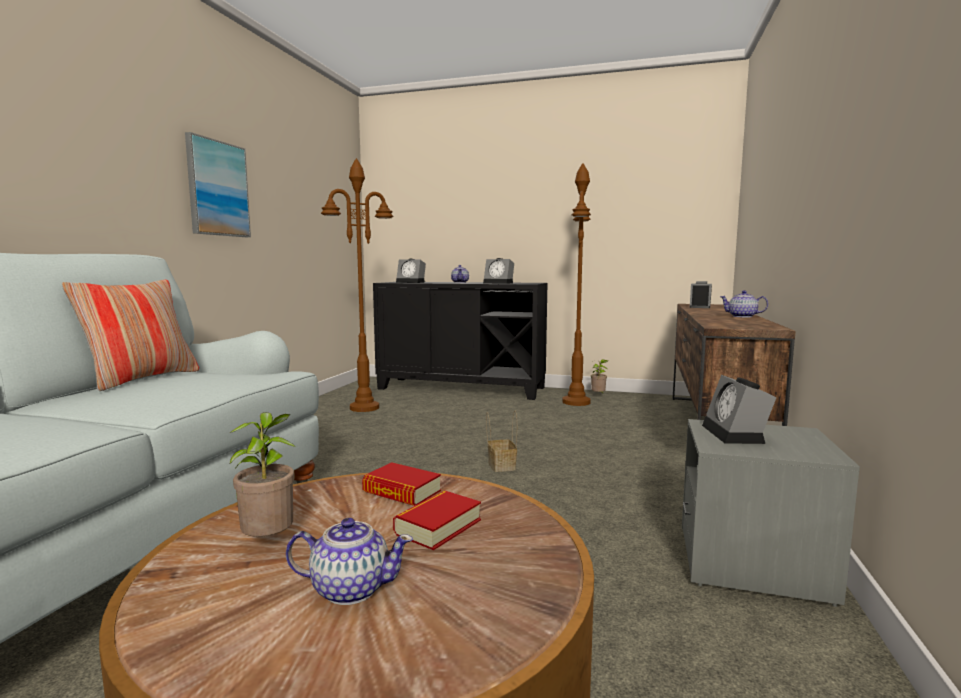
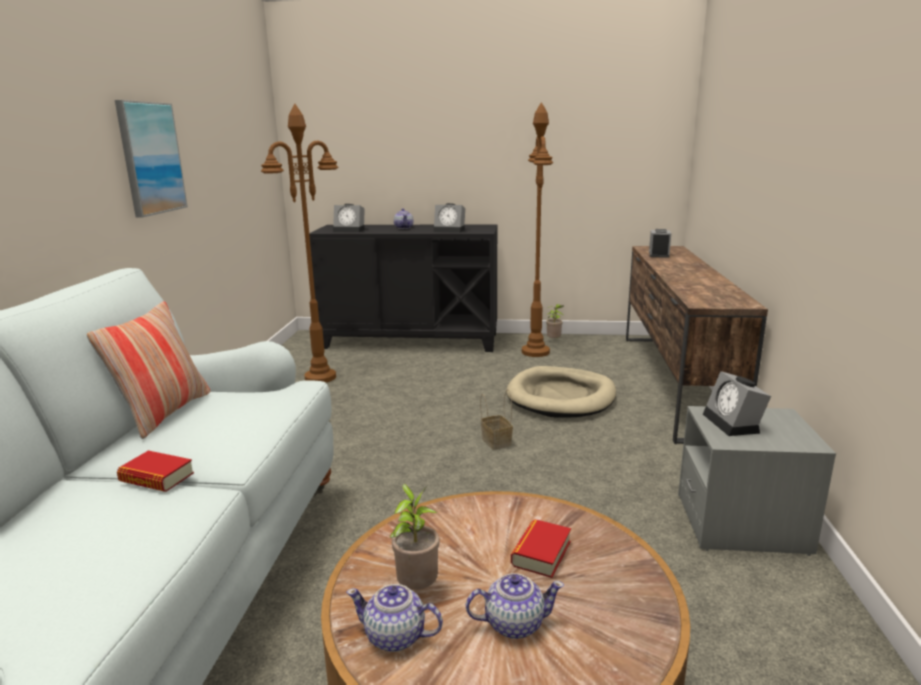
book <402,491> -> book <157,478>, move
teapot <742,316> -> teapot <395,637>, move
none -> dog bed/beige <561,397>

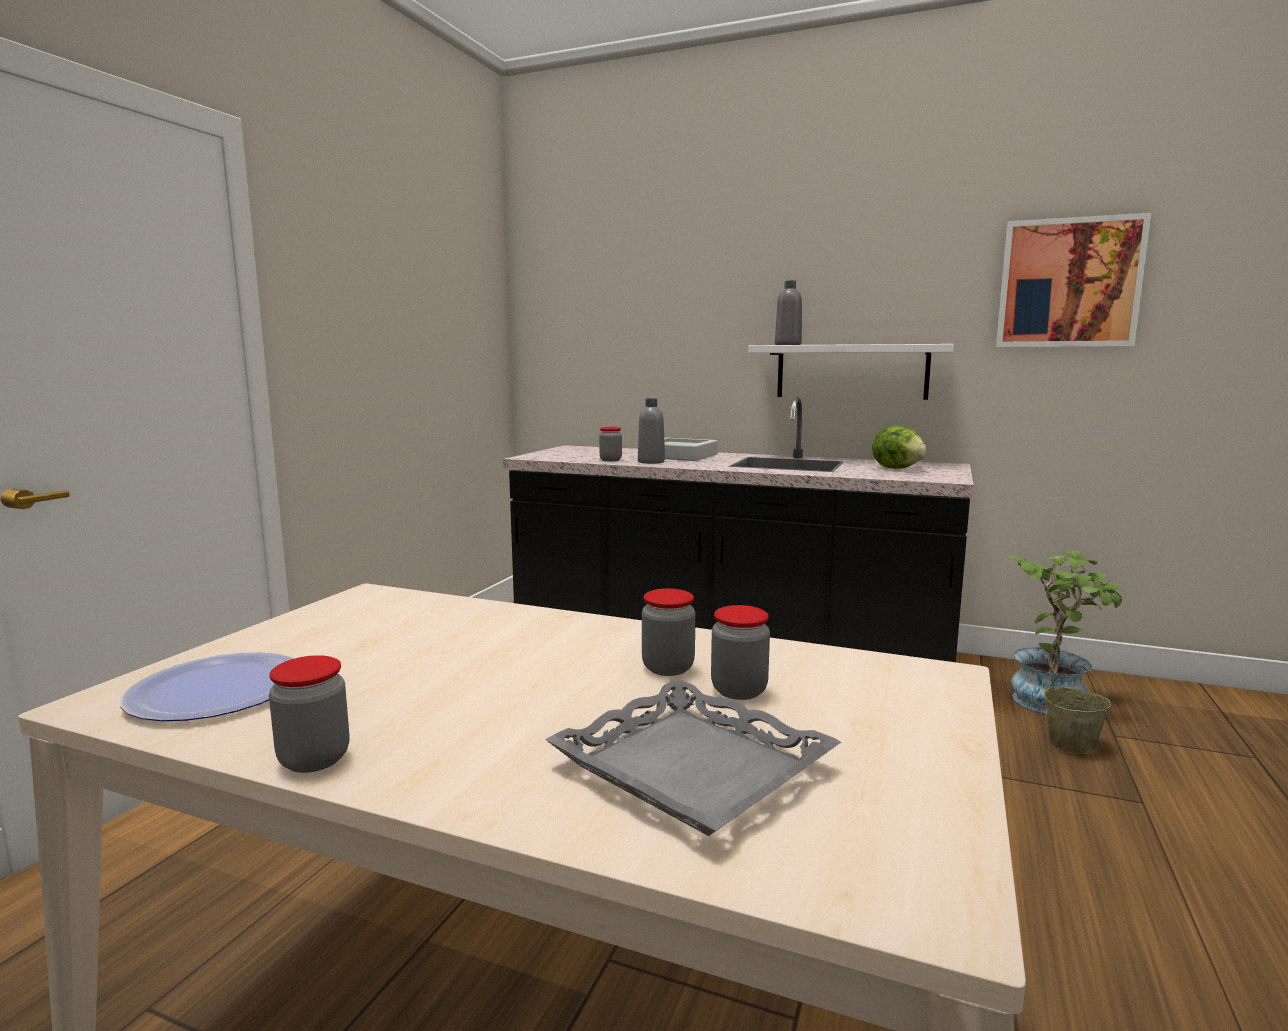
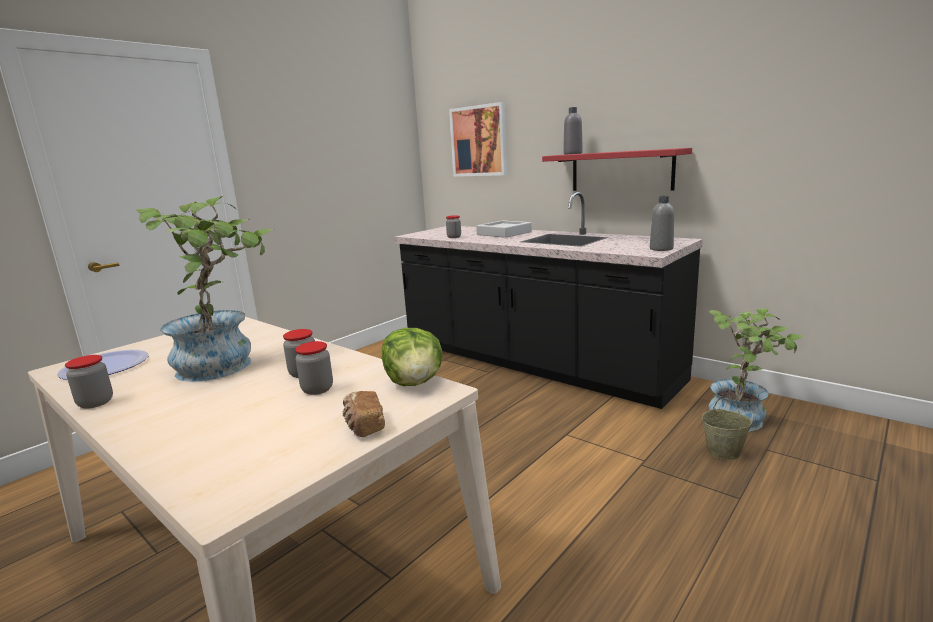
tray/grey <690,768> -> none
bottle/grey <651,462> -> bottle/grey <661,249>, move
shelf/white <851,372> -> shelf/red <621,171>
lettuce <898,468> -> lettuce <415,382>, move
picture <1069,283> -> picture <479,141>, move
none -> potted plant <226,363>
none -> bread <363,426>

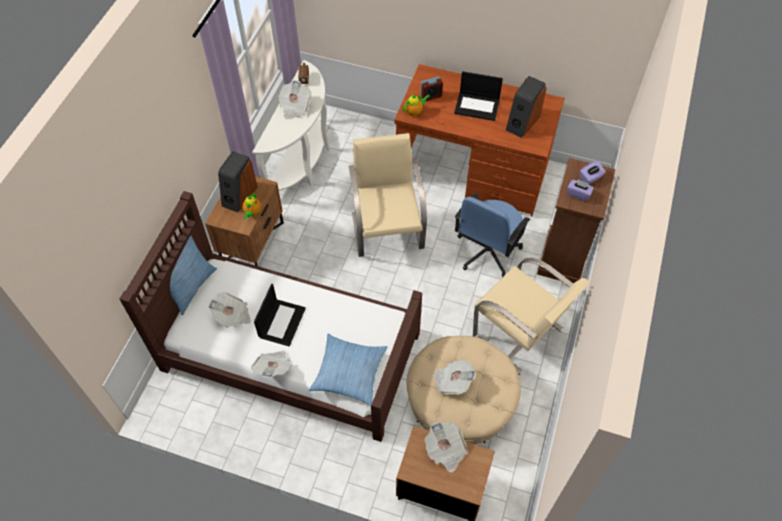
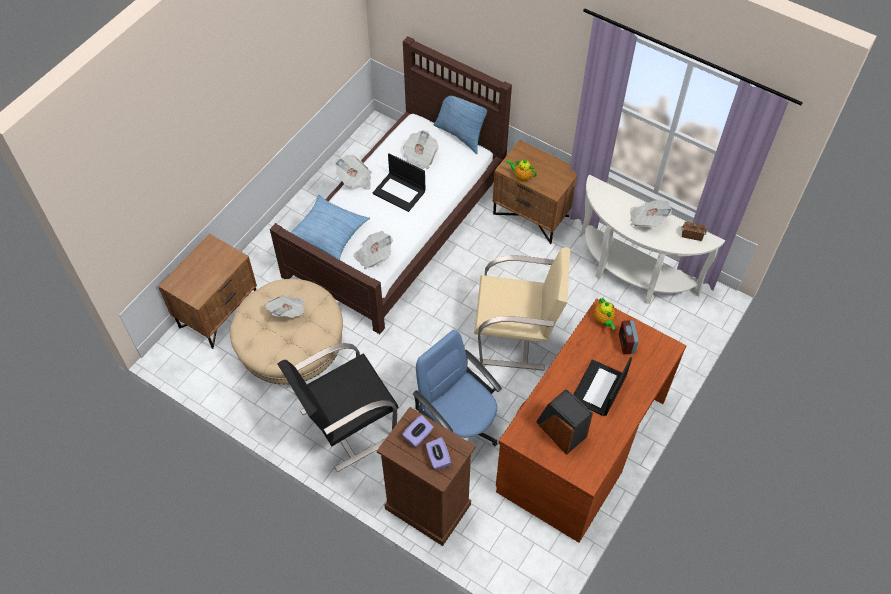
speaker <239,196> -> none
newspaper <445,450> -> newspaper <373,256>, move
armchair/beige <519,334> -> armchair/black <346,425>

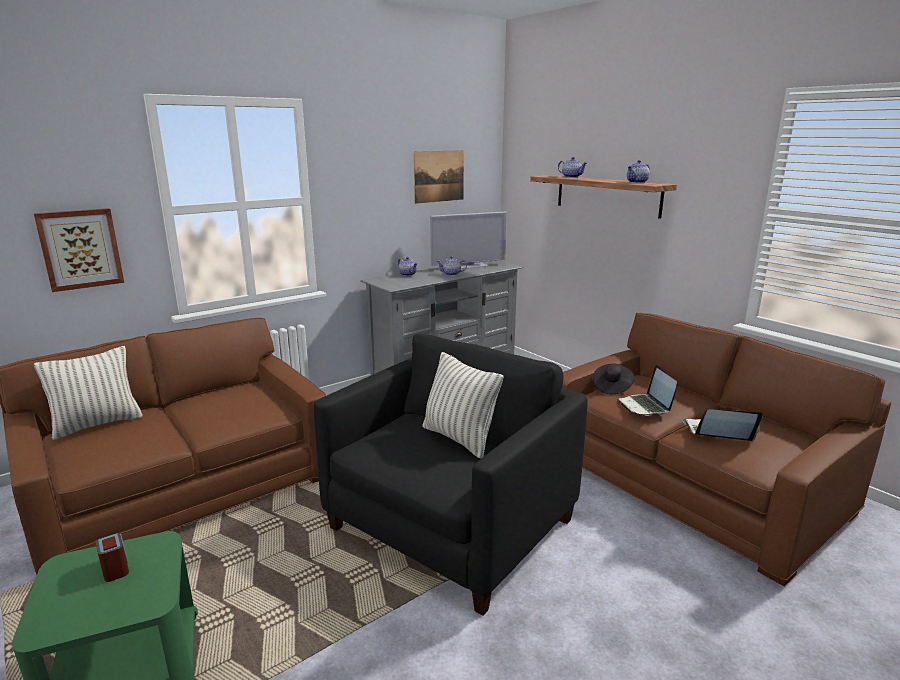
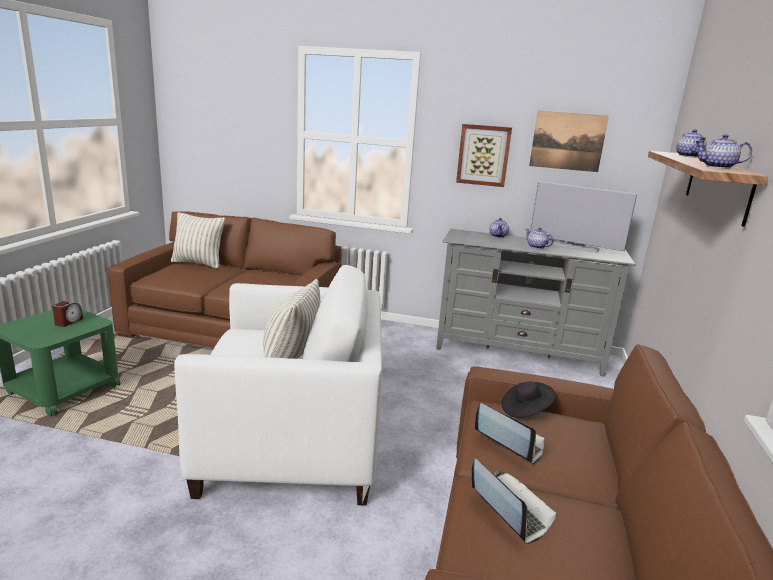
picture <80,249> -> picture <483,155>, move
armchair/black <451,525> -> armchair/white <292,441>
laptop <645,406> -> laptop <509,441>, 90 degrees clockwise

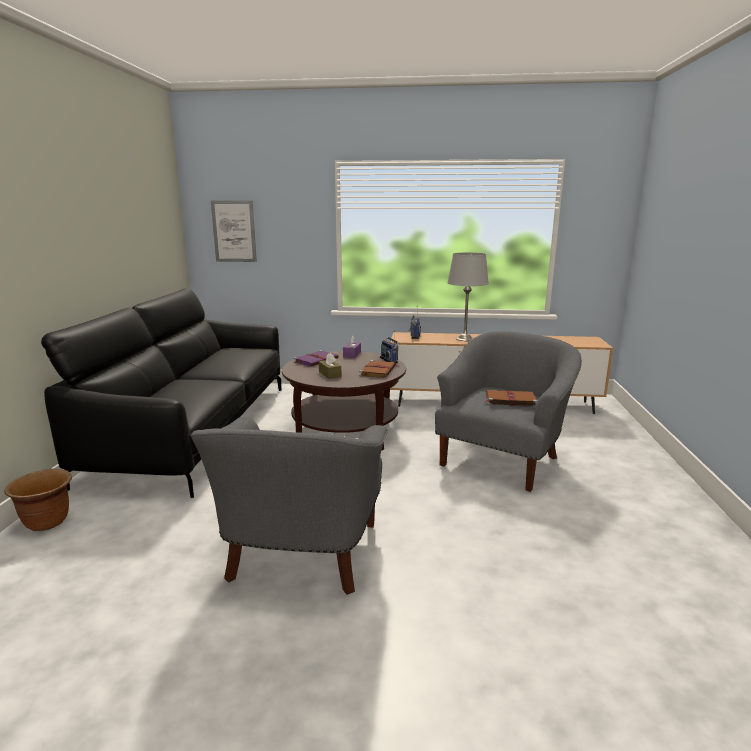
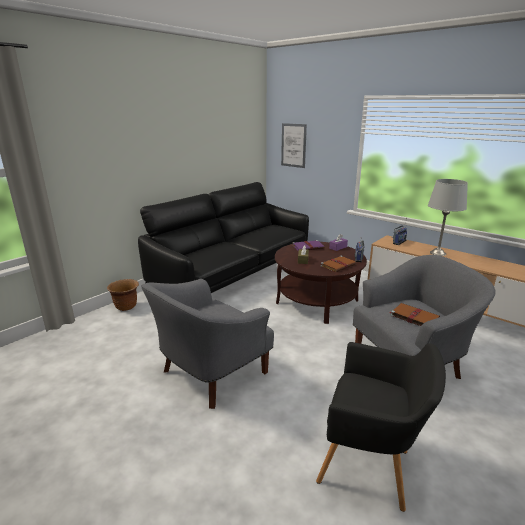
none -> armchair/black <369,468>

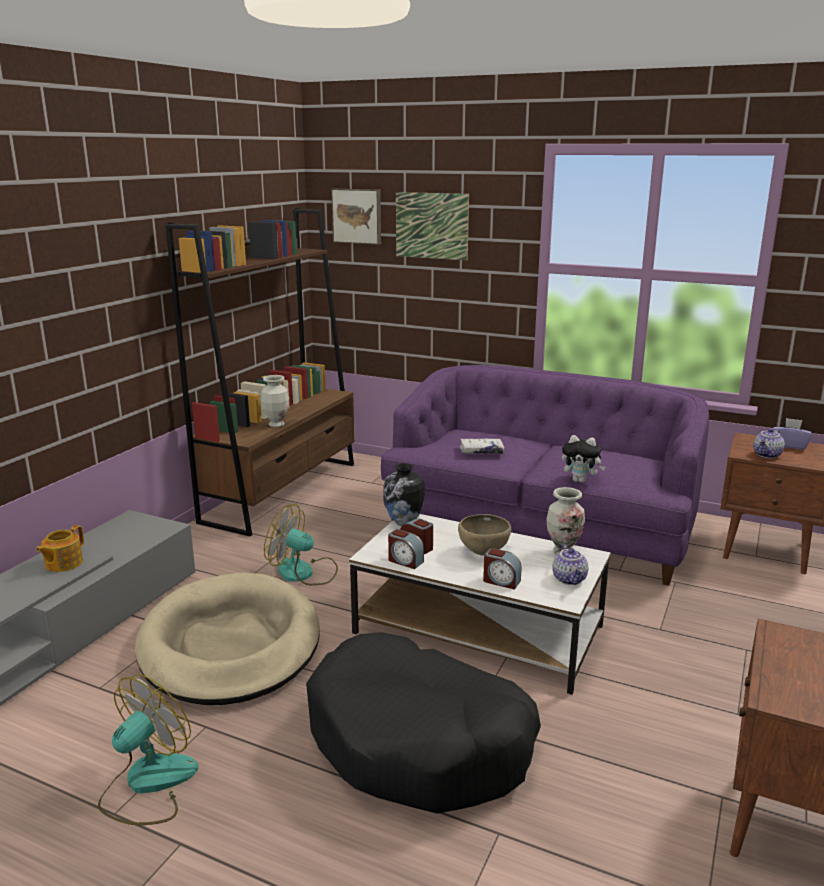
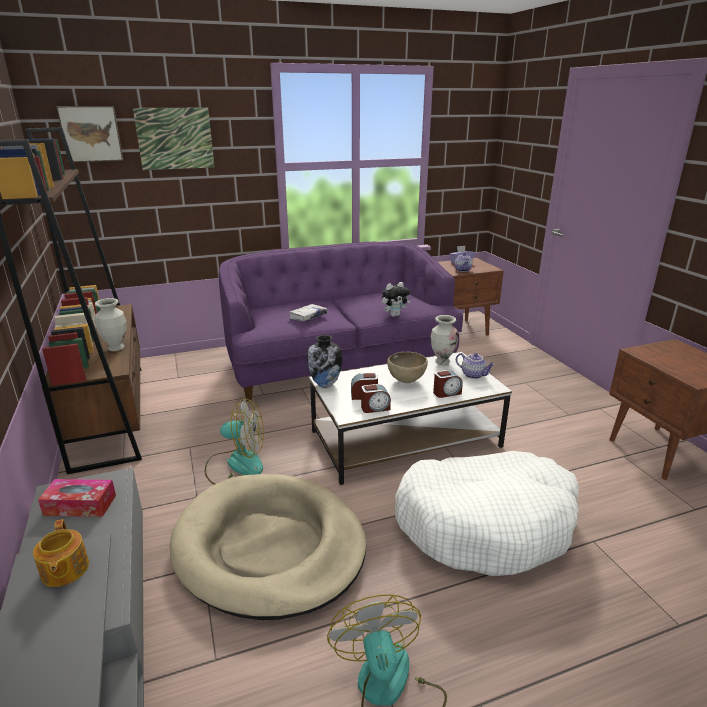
fan <304,573> -> fan <236,464>, 150 degrees counterclockwise
dog bed/black <419,742> -> dog bed/white <486,523>
none -> tissue box <80,505>

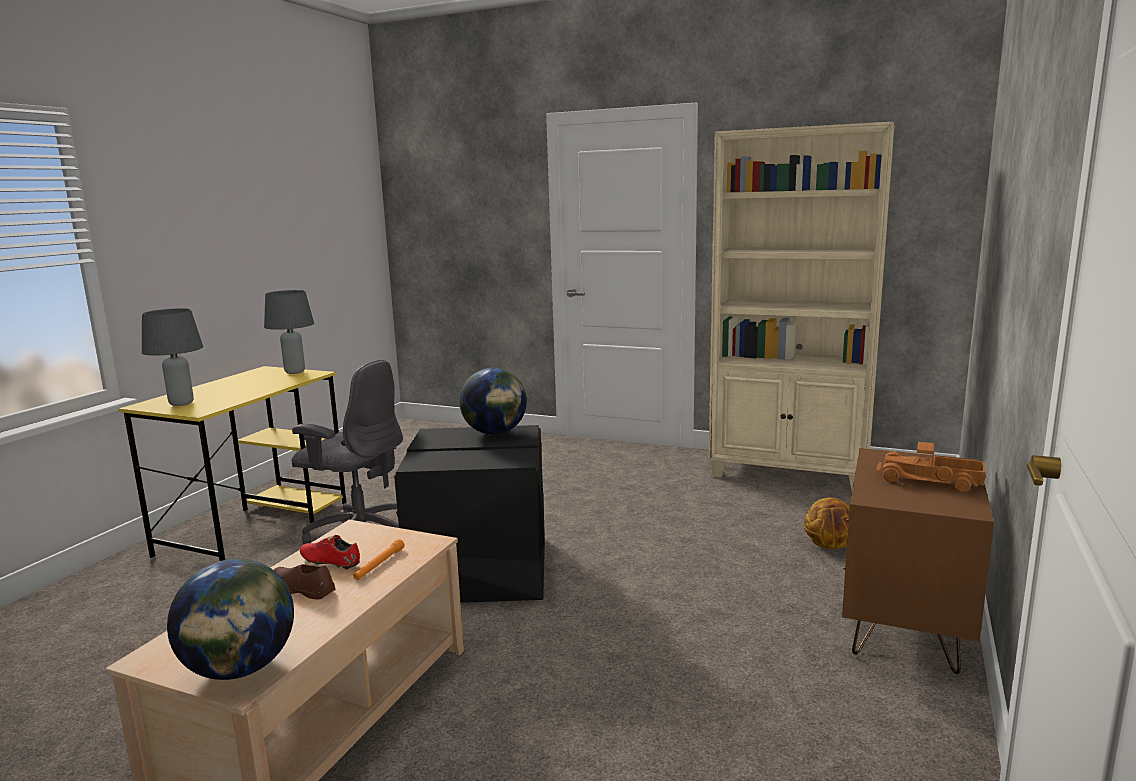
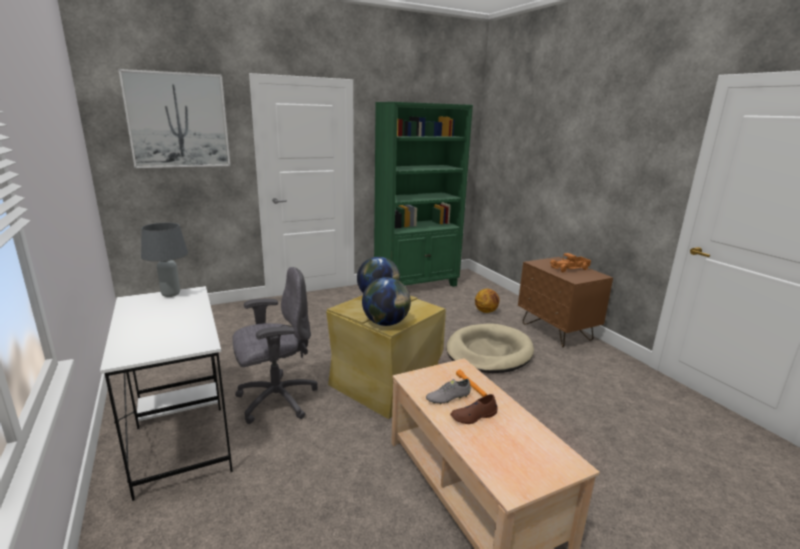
desk/yellow <256,527> -> desk/white <181,433>
table lamp/grey <180,403> -> none
globe <240,669> -> globe <386,323>, move
shoe/red <330,562> -> shoe/grey <448,398>
storage box/black <482,570> -> storage box/beige <386,383>
bookcase/beige <790,473> -> bookcase/green <417,285>
none -> picture <178,120>
none -> dog bed/beige <488,352>

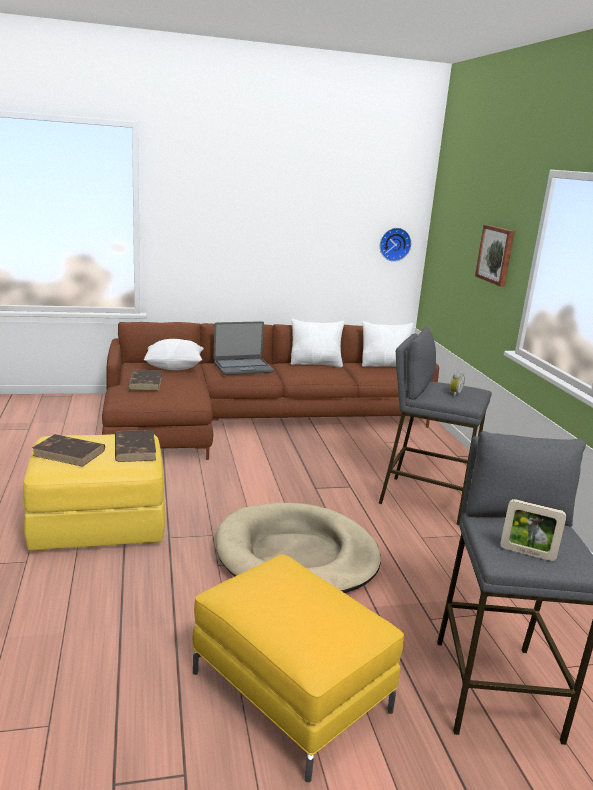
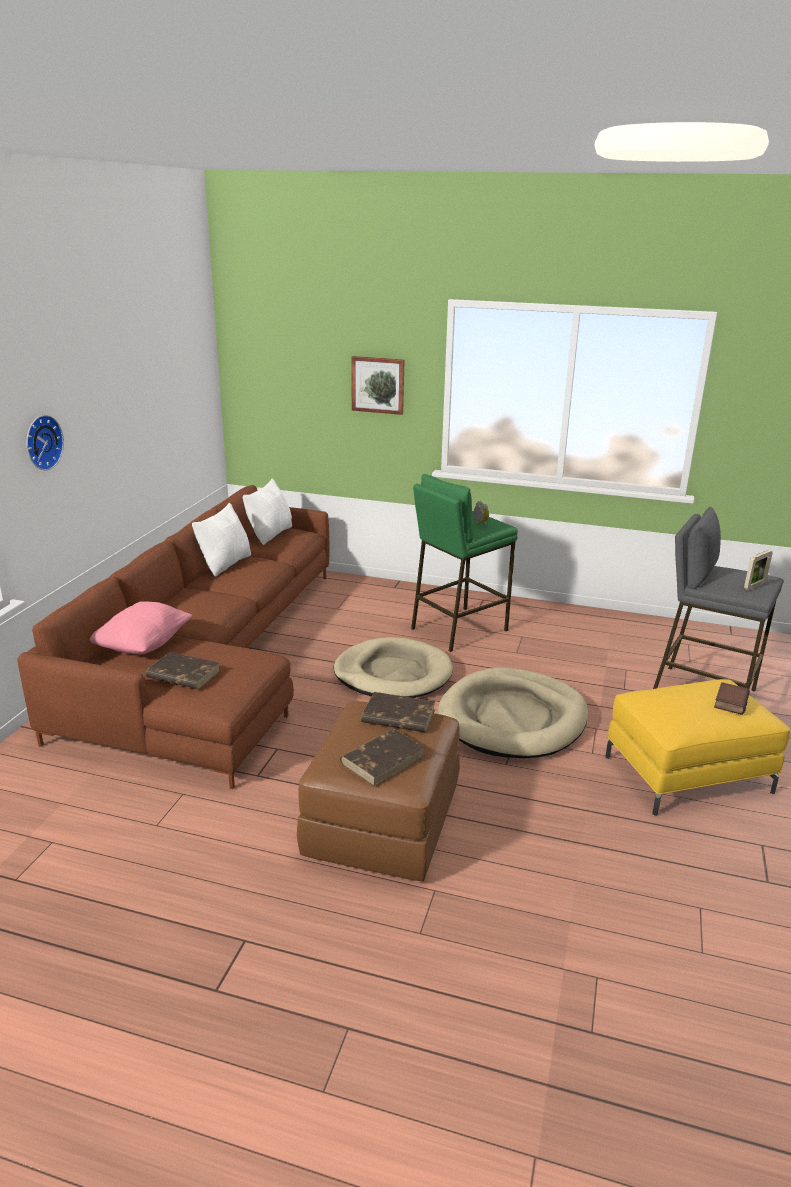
ottoman/yellow <99,523> -> ottoman/brown <382,822>
pillow/white <174,367> -> pillow/pink <143,645>
laptop <243,367> -> none
stool/grey <425,499> -> stool/green <458,629>
wall clock <394,244> -> wall clock <41,442>, move
none -> dog bed/beige <393,674>
none -> book <729,701>

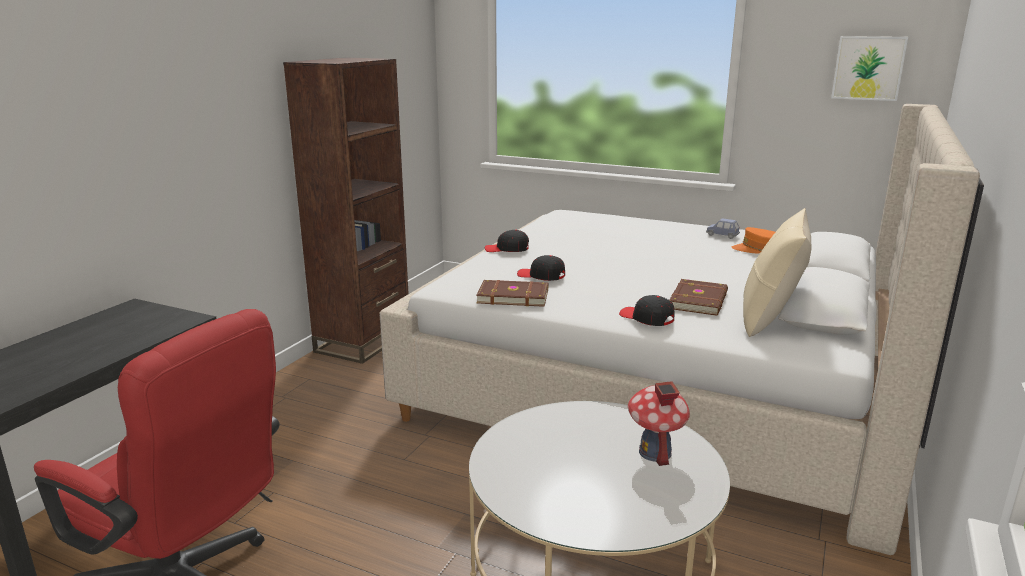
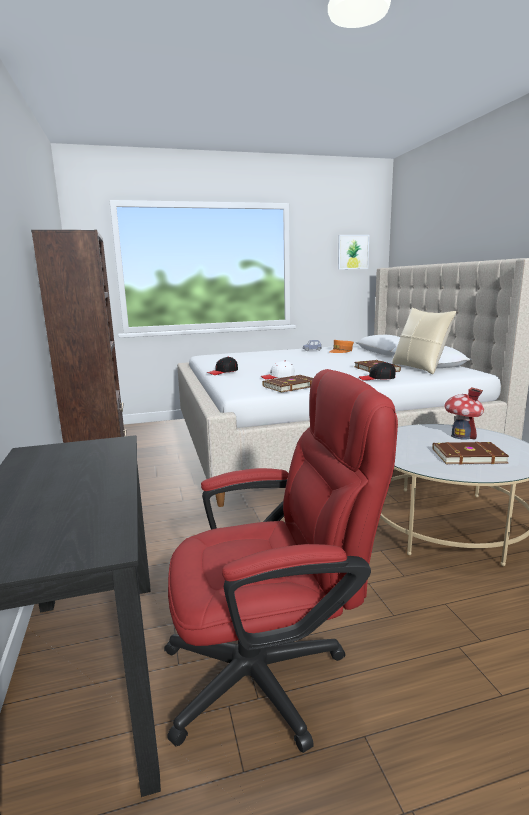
cap/black <541,276> -> cap/white <278,377>
none -> book/brown <467,455>

